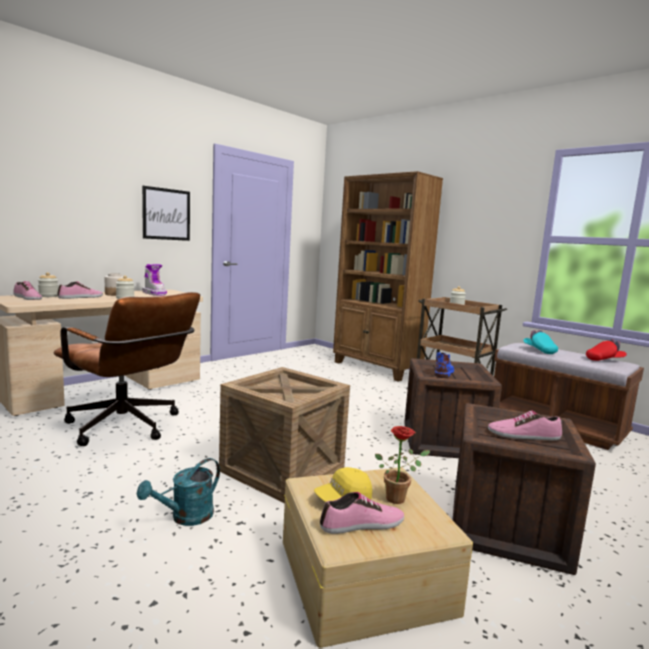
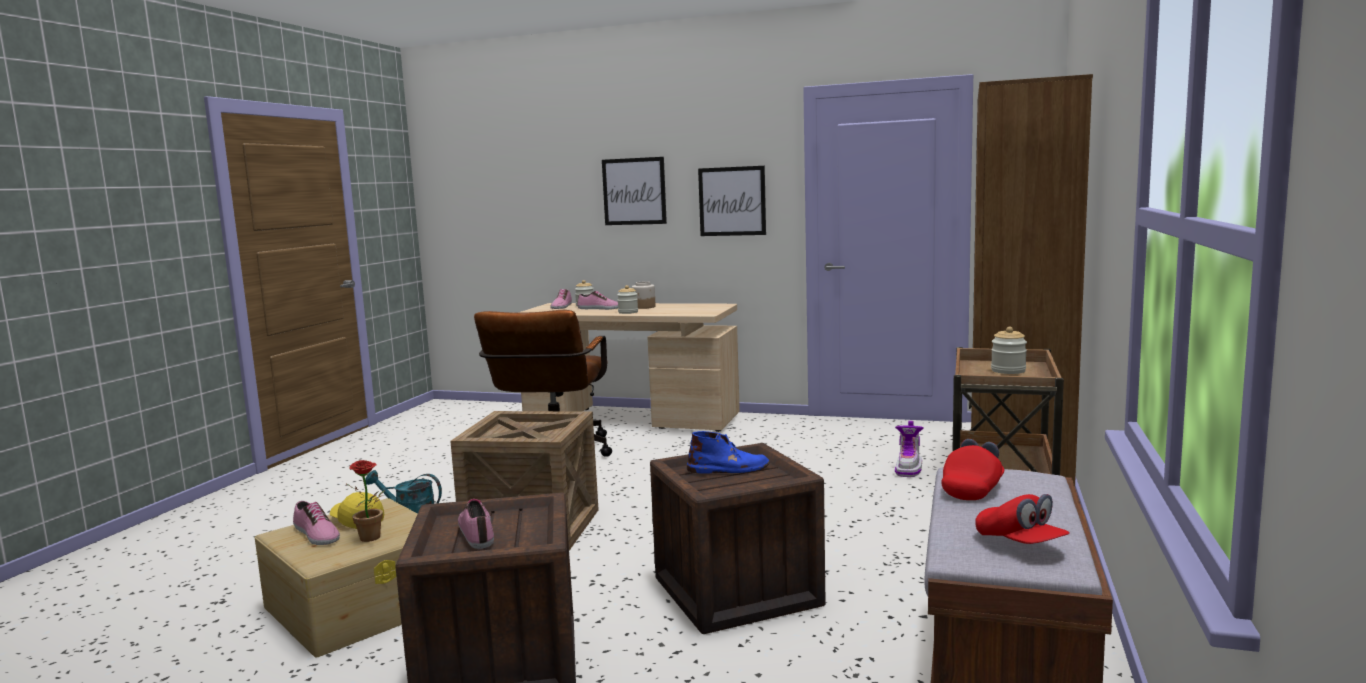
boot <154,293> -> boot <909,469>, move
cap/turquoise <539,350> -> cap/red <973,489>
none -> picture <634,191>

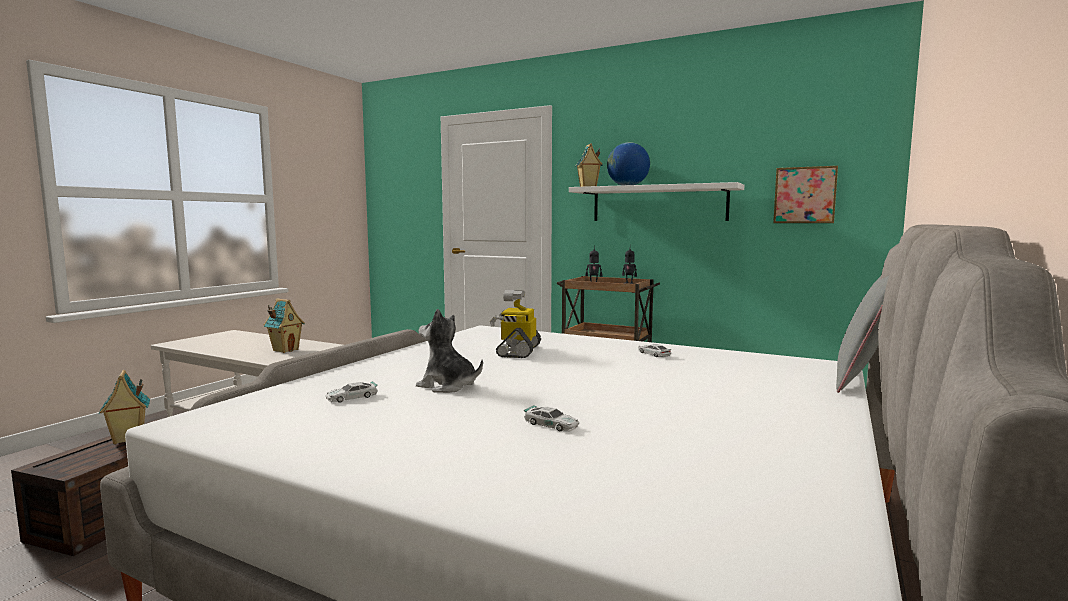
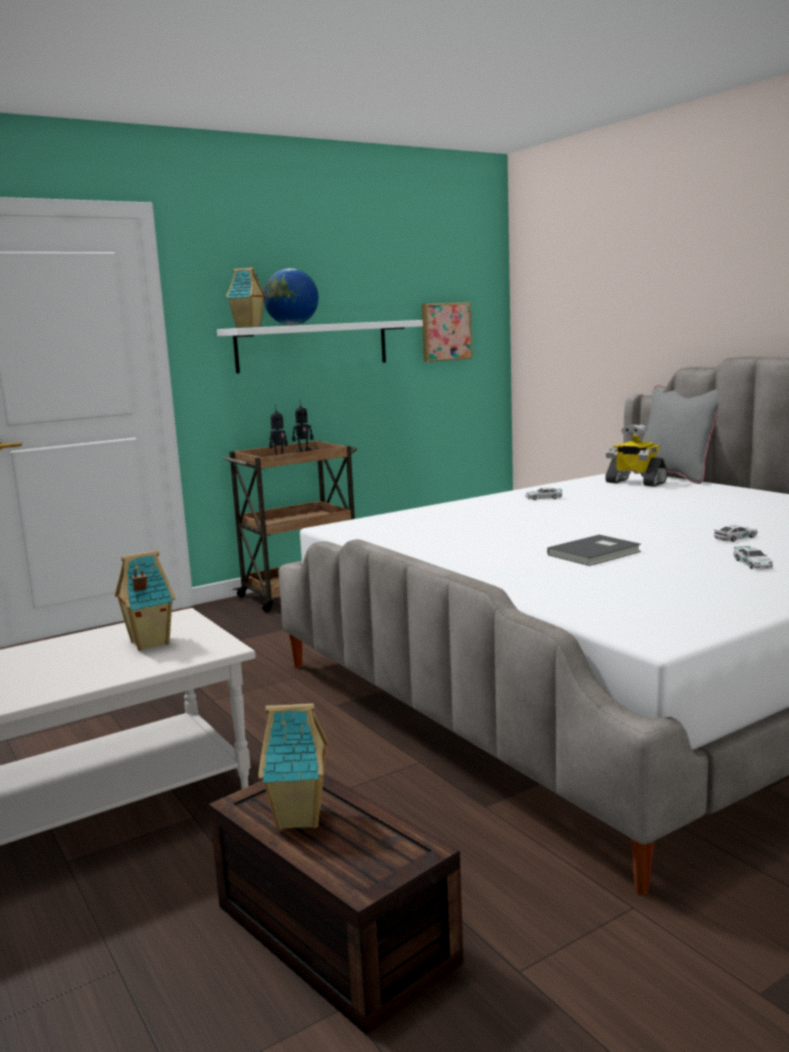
toy car <352,397> -> toy car <753,564>, move
plush toy <448,386> -> book/grey <596,553>
toy robot <518,351> -> toy robot <635,483>, move

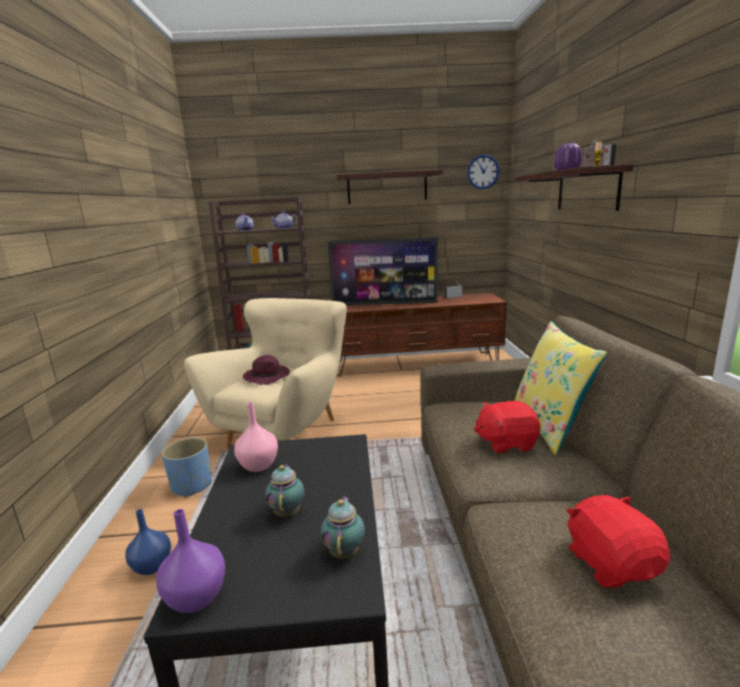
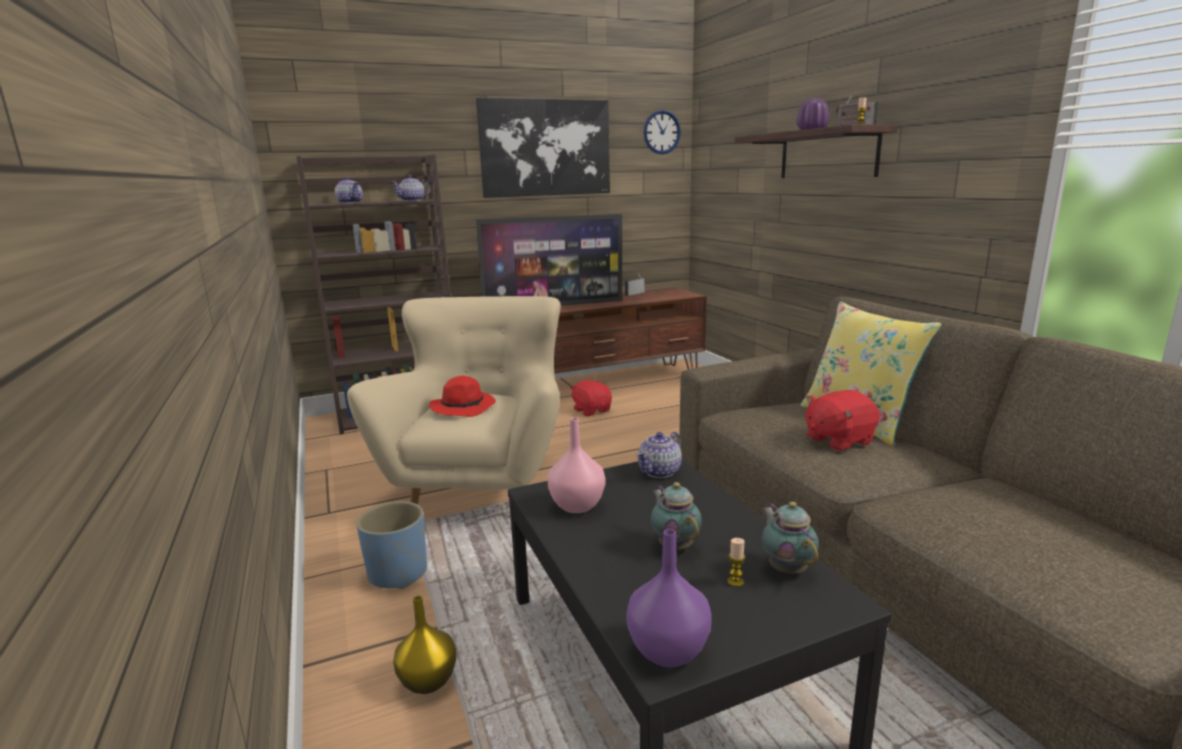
vase/blue <151,567> -> vase/yellow <428,682>
hat/purple <268,377> -> hat/red <464,407>
shelf <387,188> -> picture <545,148>
plush toy/red <611,564> -> plush toy/red <592,410>, move
none -> teapot <660,471>
none -> candle <735,582>

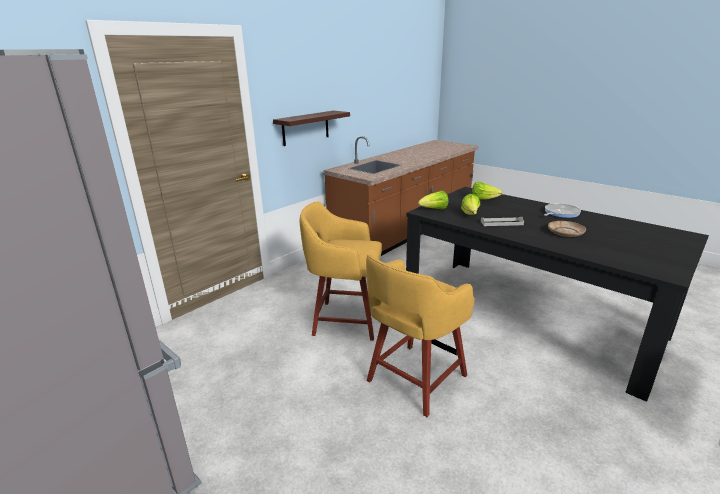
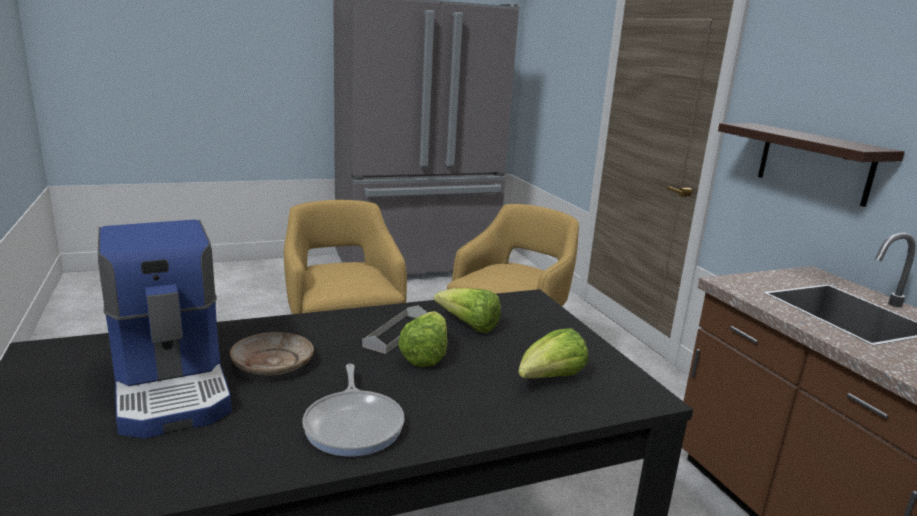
lettuce <434,209> -> lettuce <425,355>, move
none -> coffee machine <173,384>

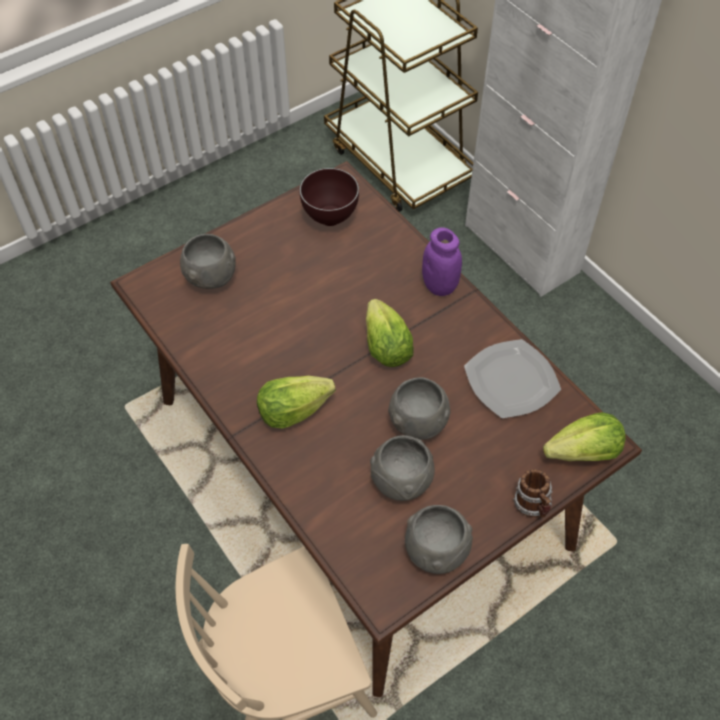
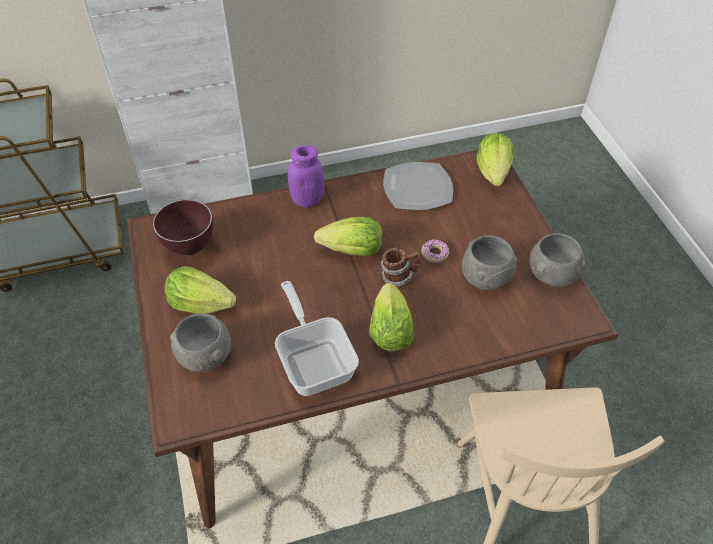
bowl/grey <416,423> -> donut <435,253>
mug <532,505> -> mug <399,277>, move
none -> lettuce <200,304>
none -> frying pan <314,360>

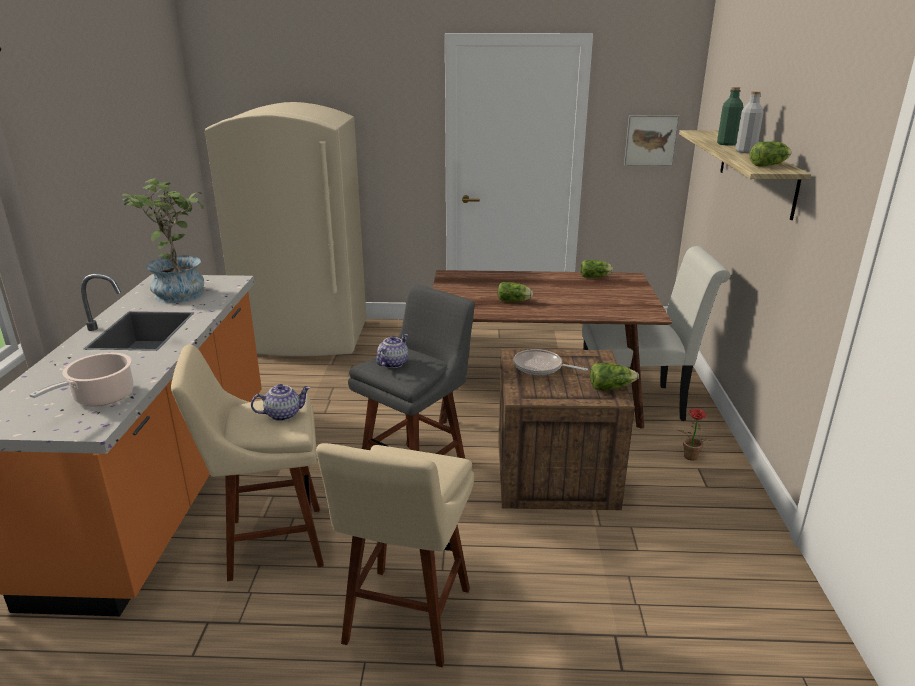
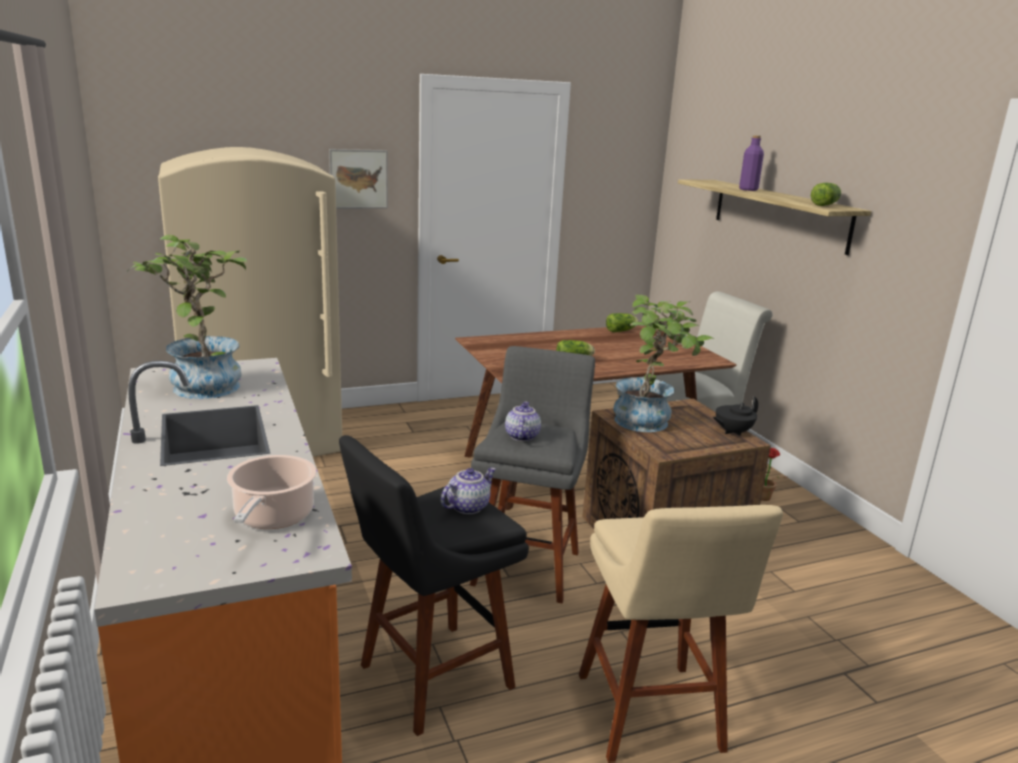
stool/beige <269,543> -> stool/black <429,679>
frying pan <540,367> -> potted plant <650,422>
lettuce <610,388> -> teapot/black <732,432>
picture <650,140> -> picture <358,179>, move
bottle/green <726,144> -> bottle/purple <748,189>
bottle/grey <745,151> -> none

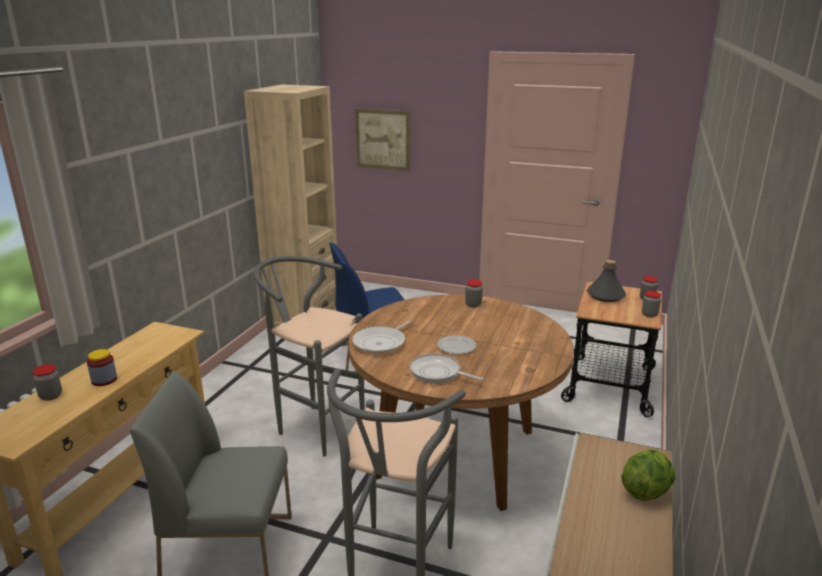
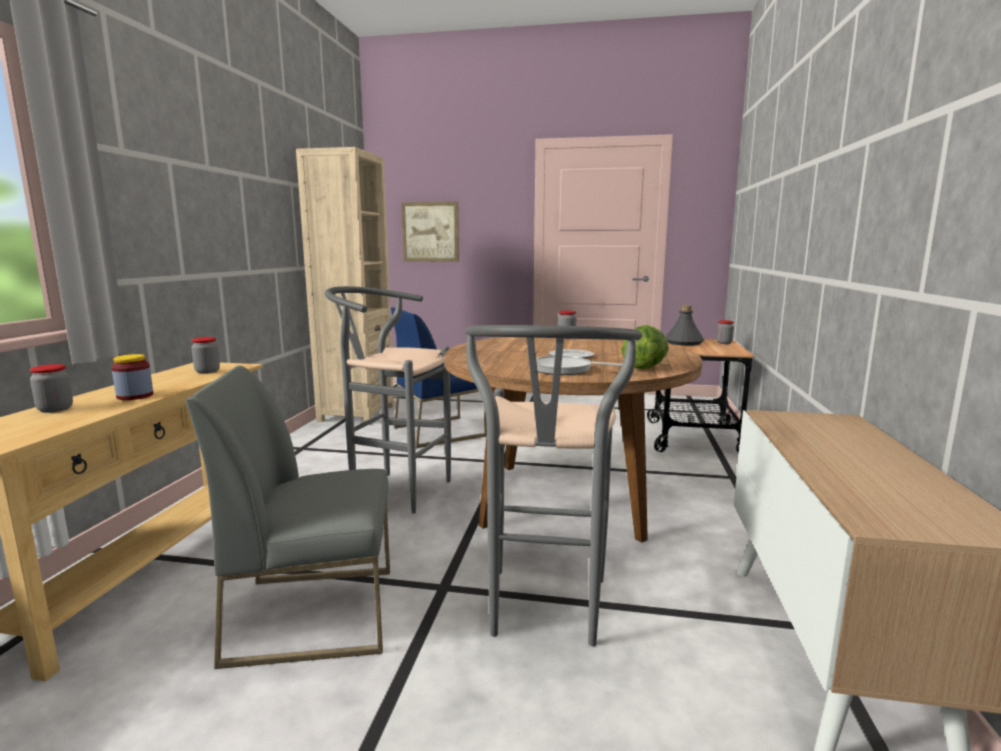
frying pan <381,343> -> none
lettuce <646,491> -> lettuce <644,368>, move
jar <649,314> -> jar <207,371>, move

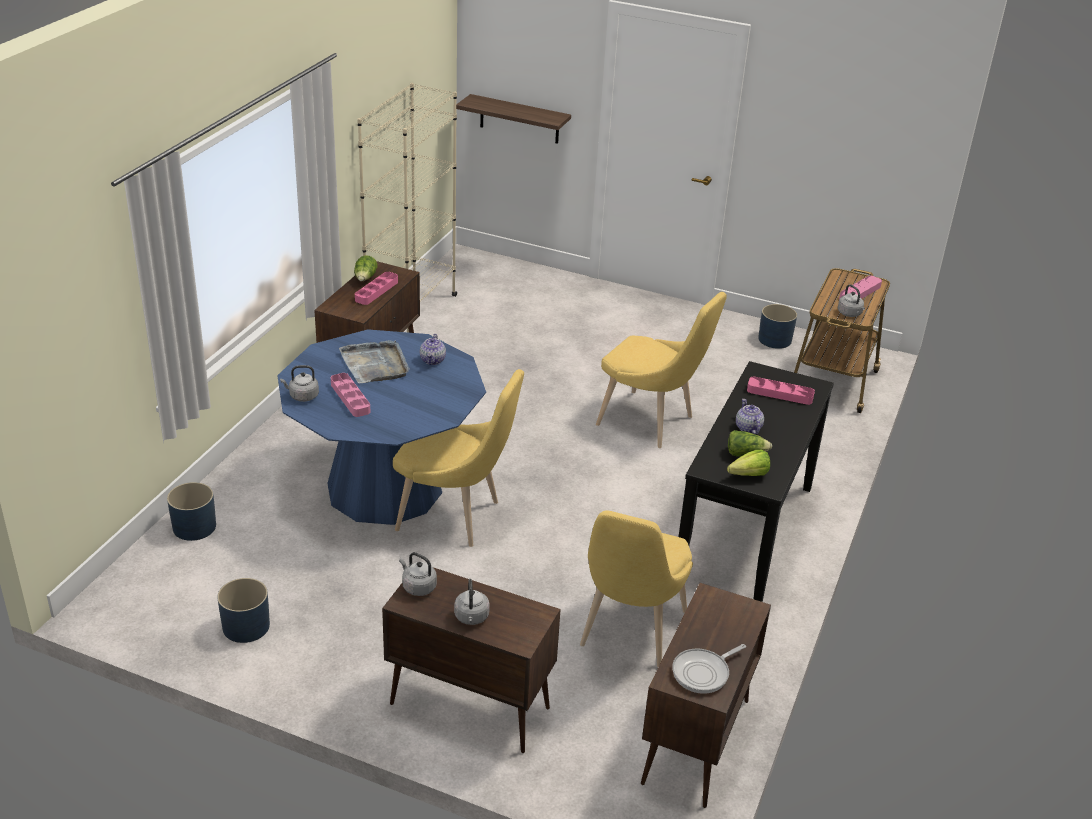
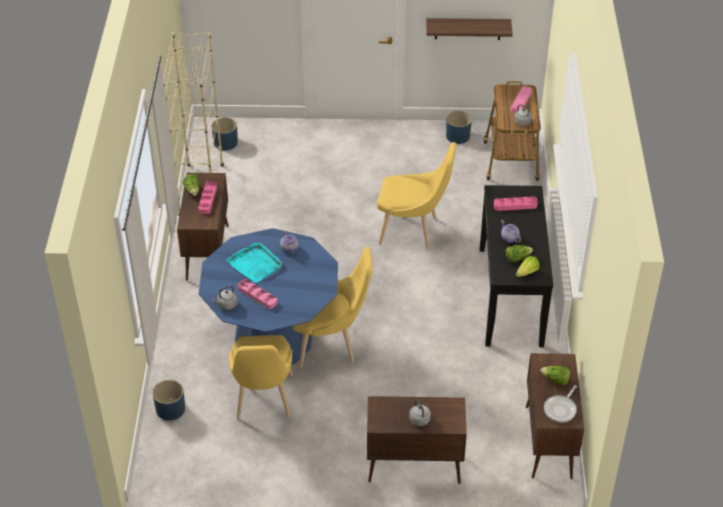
planter/blue <245,626> -> planter/blue <225,143>, move
tray/grey <375,364> -> tray/turquoise <255,264>
kettle/grey <417,587> -> none
shelf <519,119> -> shelf <468,28>, move
chair/yellow <629,633> -> chair/yellow <263,401>, move
none -> lettuce <555,379>

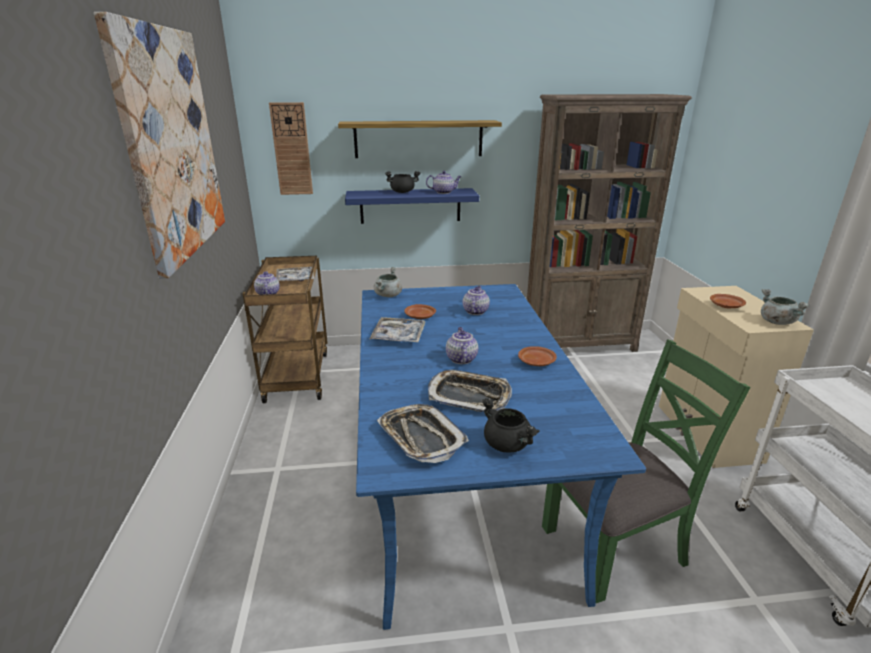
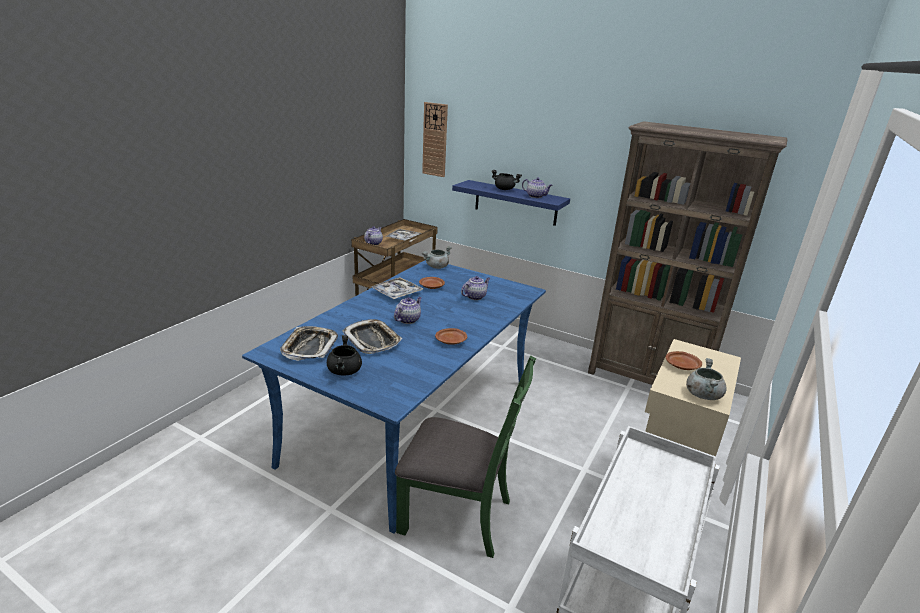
picture <171,144> -> none
shelf <418,139> -> none

